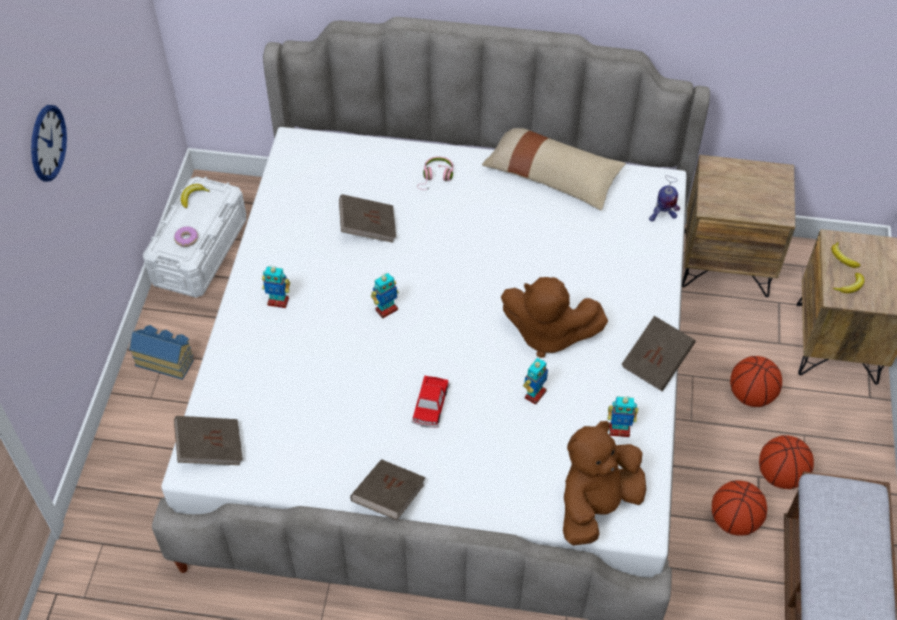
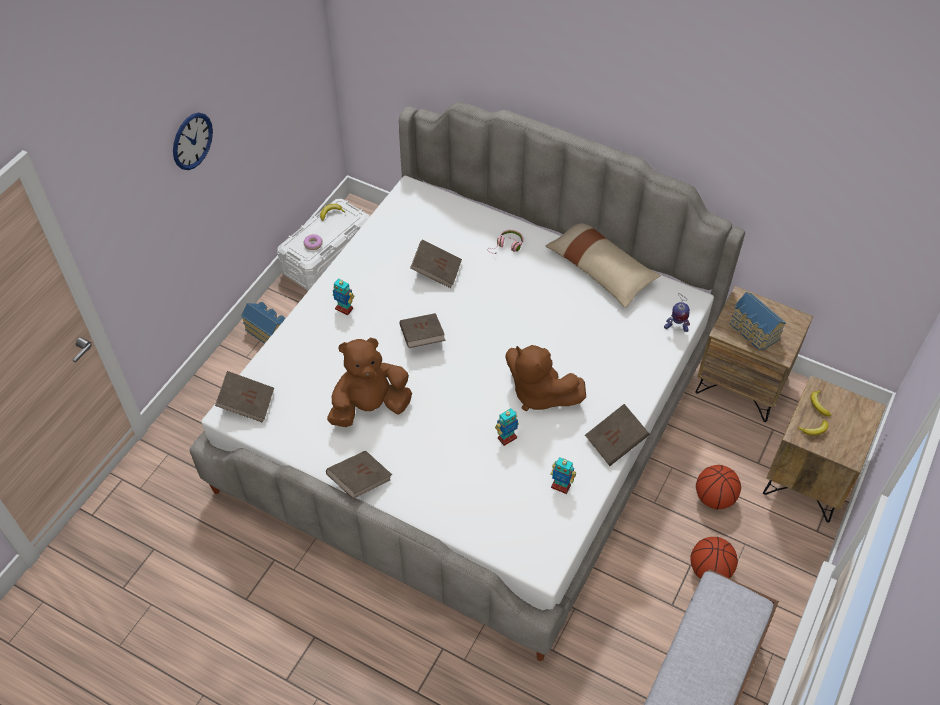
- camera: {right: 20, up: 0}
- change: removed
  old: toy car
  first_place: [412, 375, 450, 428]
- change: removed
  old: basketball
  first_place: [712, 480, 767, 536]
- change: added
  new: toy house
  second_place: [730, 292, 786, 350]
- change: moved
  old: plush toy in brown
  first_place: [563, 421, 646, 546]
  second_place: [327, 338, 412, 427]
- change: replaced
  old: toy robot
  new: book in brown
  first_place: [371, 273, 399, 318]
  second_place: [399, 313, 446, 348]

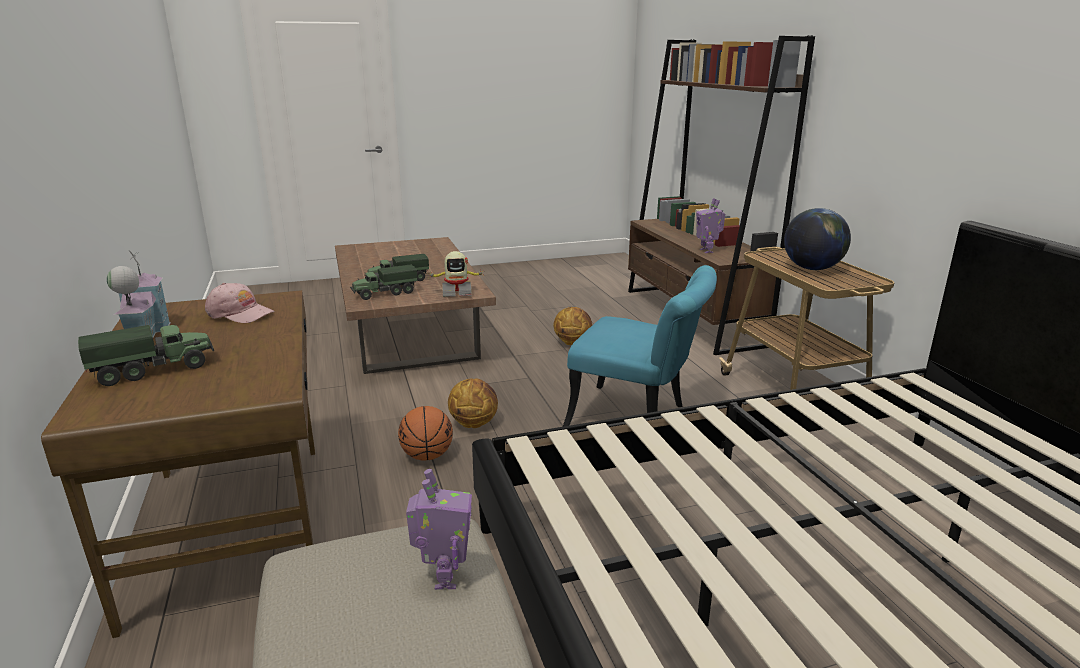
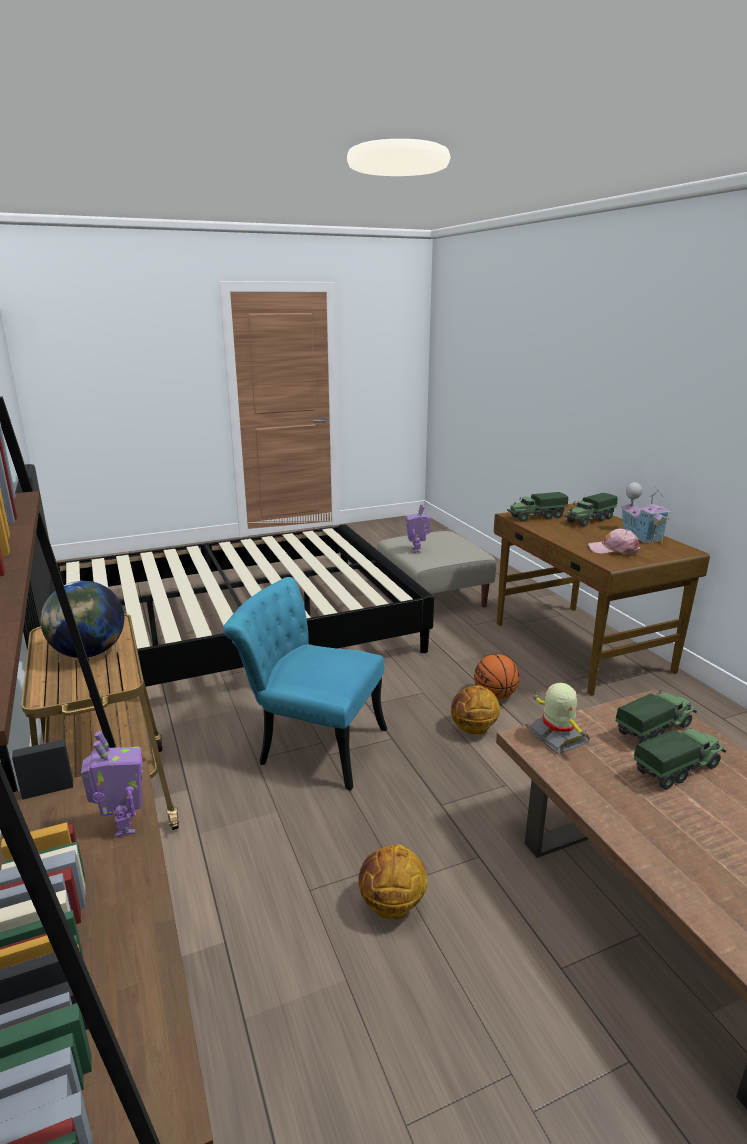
- camera: {right: 175, up: 0}
- change: added
  new: toy truck
  second_place: [507, 492, 568, 522]
- change: turned
  old: toy robot
  first_place: [428, 251, 483, 297]
  second_place: [528, 683, 590, 754]
  degrees: 75

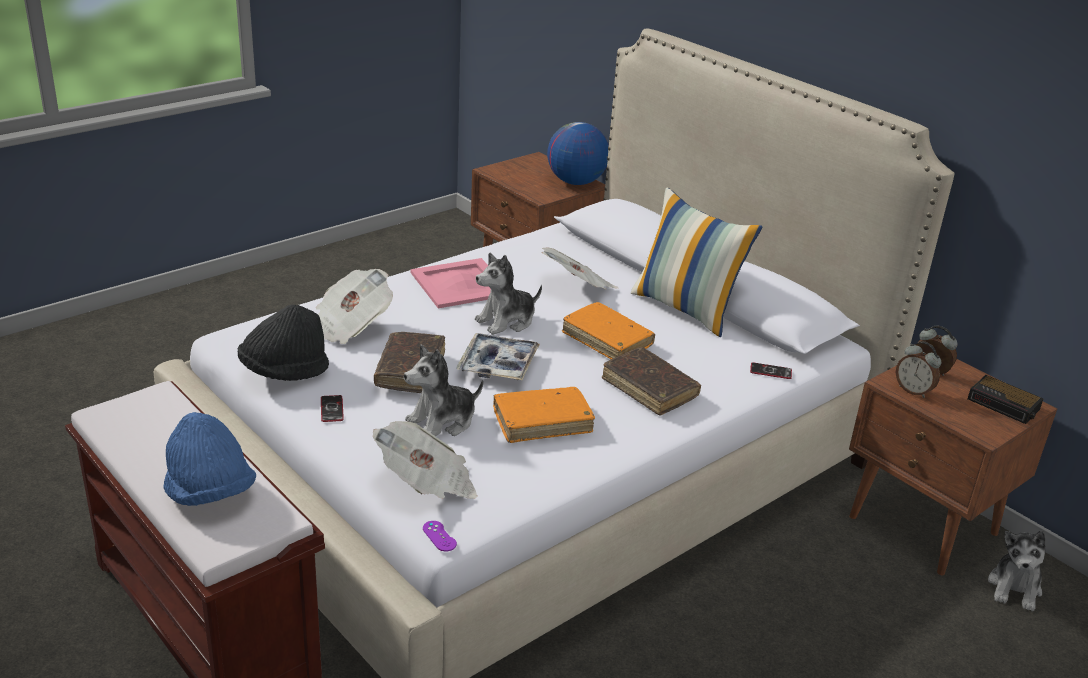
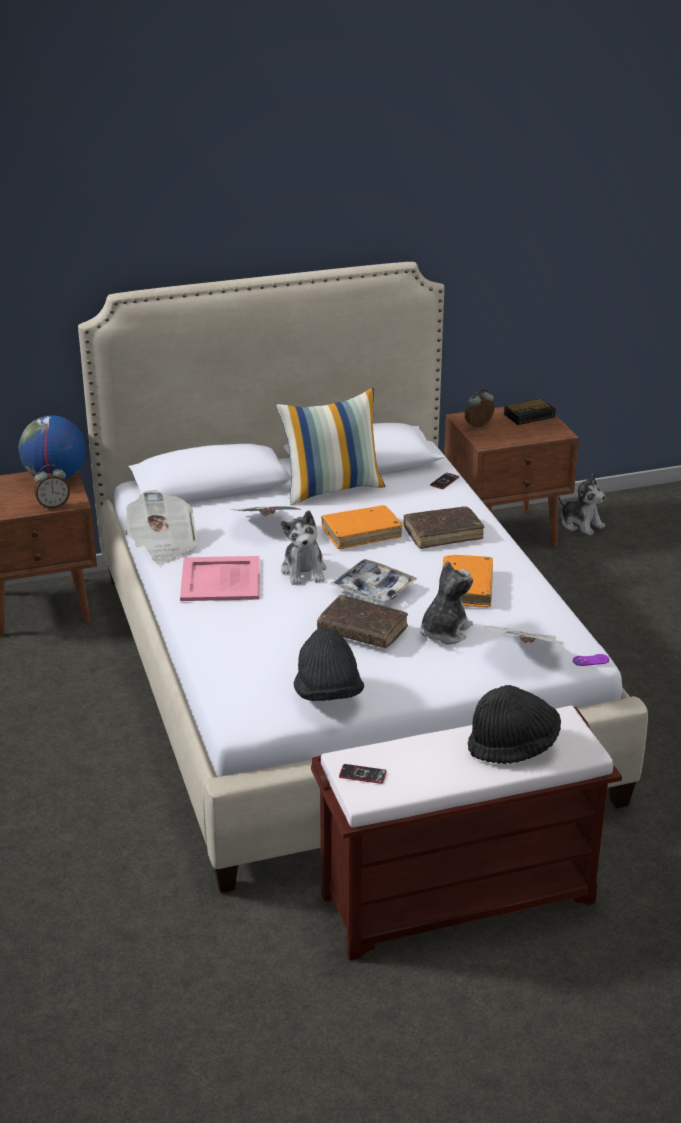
- camera: {right: -65, up: 0}
- change: moved
  old: newspaper
  first_place: [316, 269, 393, 344]
  second_place: [125, 490, 197, 565]
- change: moved
  old: phone
  first_place: [321, 395, 344, 422]
  second_place: [339, 764, 387, 784]
- change: moved
  old: alarm clock
  first_place: [896, 341, 942, 398]
  second_place: [34, 464, 70, 509]
- change: recoloured
  old: hat in blue
  new: hat in black
  first_place: [163, 412, 256, 506]
  second_place: [468, 685, 561, 764]
- change: turned
  old: plush toy
  first_place: [404, 345, 483, 436]
  second_place: [420, 561, 473, 644]
  degrees: -135

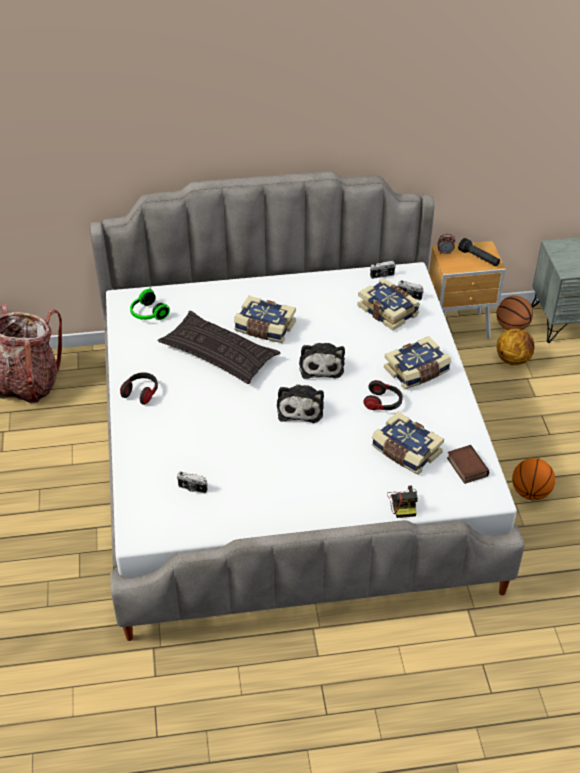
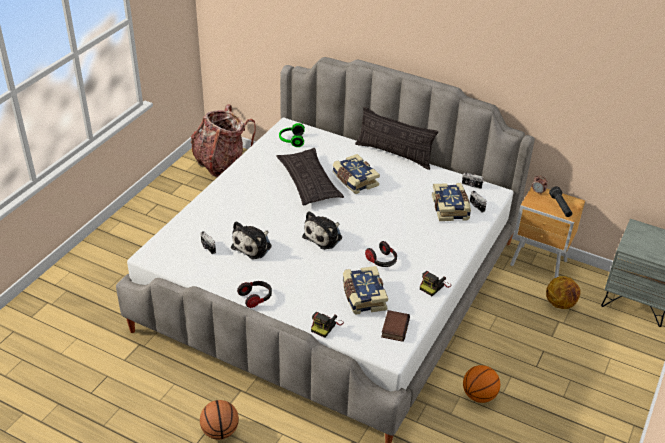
- camera: {right: 35, up: -5}
- change: removed
  old: book
  first_place: [384, 336, 451, 390]
- change: added
  new: pillow
  second_place: [355, 107, 438, 170]
- change: added
  new: photo camera
  second_place: [420, 271, 452, 296]
- change: moved
  old: headphones
  first_place: [120, 372, 158, 405]
  second_place: [237, 281, 272, 308]
- change: moved
  old: plush toy
  first_place: [299, 343, 345, 379]
  second_place: [231, 221, 272, 260]
- change: moved
  old: basketball
  first_place: [496, 296, 533, 330]
  second_place: [200, 400, 239, 440]

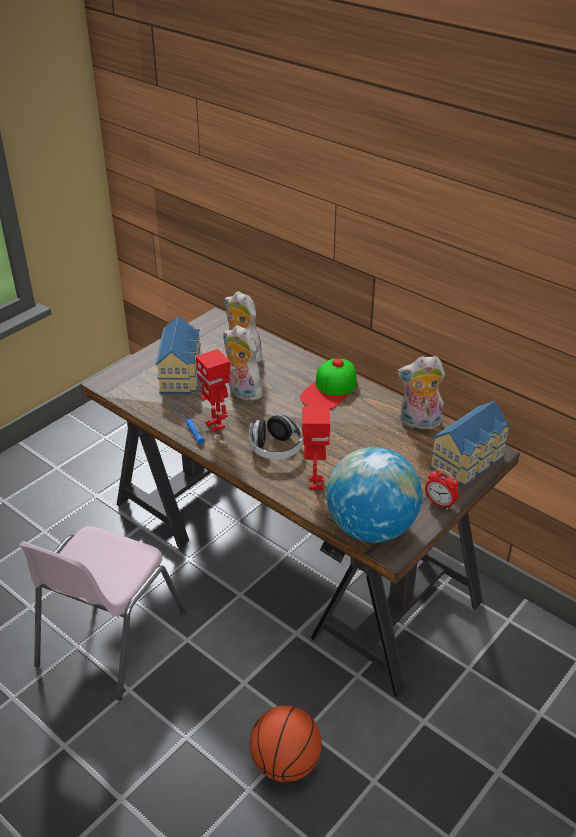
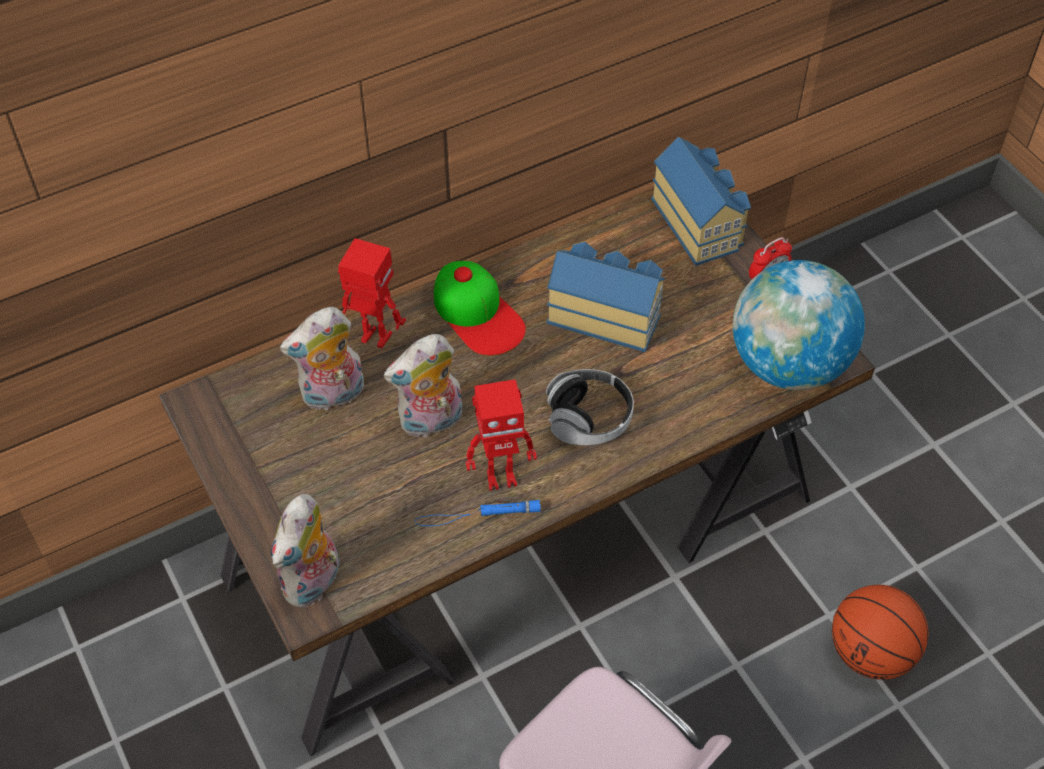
- camera: {right: -70, up: 15}
- change: moved
  old: toy house
  first_place: [156, 316, 201, 394]
  second_place: [547, 242, 665, 352]
- change: moved
  old: toy robot
  first_place: [302, 407, 331, 490]
  second_place: [338, 238, 406, 348]
- change: moved
  old: plush toy
  first_place: [397, 356, 445, 430]
  second_place: [271, 494, 339, 608]

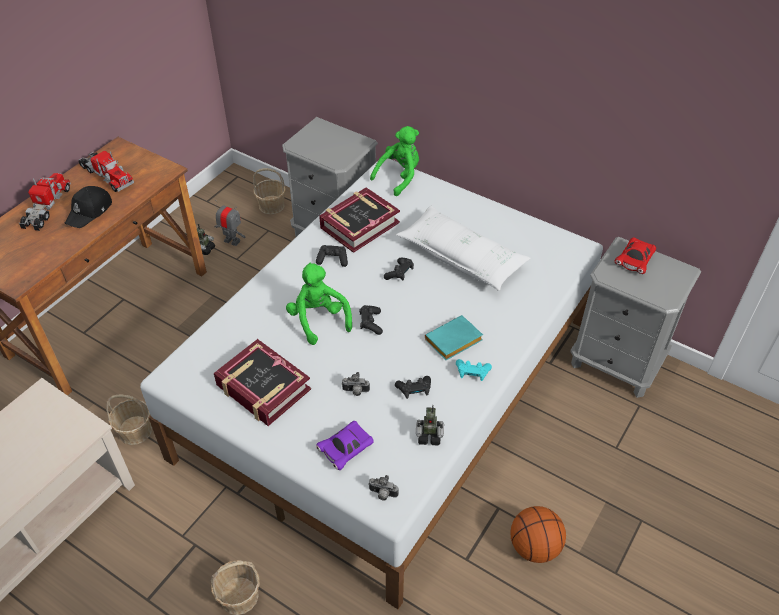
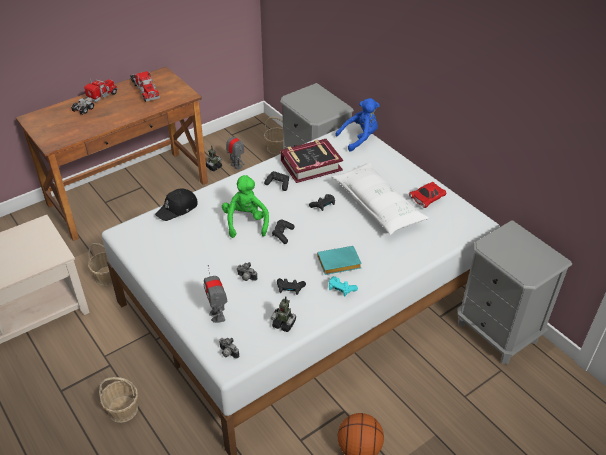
- camera: {right: 20, up: -5}
- change: removed
  old: book
  first_place: [214, 339, 311, 426]
- change: moved
  old: cap in black
  first_place: [65, 186, 112, 228]
  second_place: [155, 188, 197, 221]
- change: moved
  old: toy car in red
  first_place: [615, 237, 656, 274]
  second_place: [409, 182, 446, 208]
- change: replaced
  old: toy car in purple
  new: toy robot
  first_place: [316, 421, 374, 470]
  second_place: [204, 265, 228, 323]
- change: recoloured
  old: plush toy in green
  new: plush toy in blue
  first_place: [370, 126, 419, 196]
  second_place: [335, 98, 380, 152]

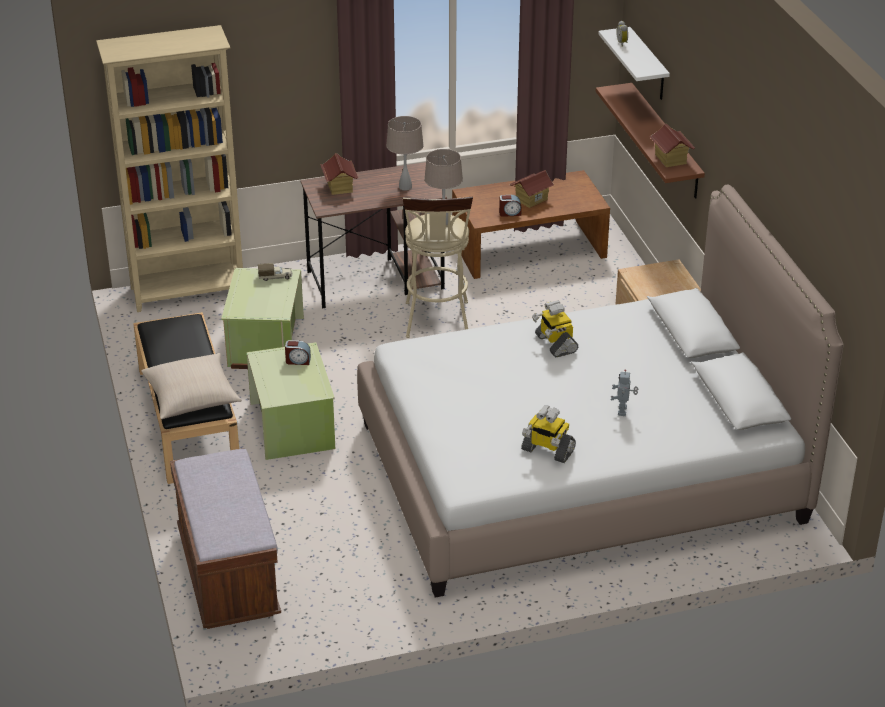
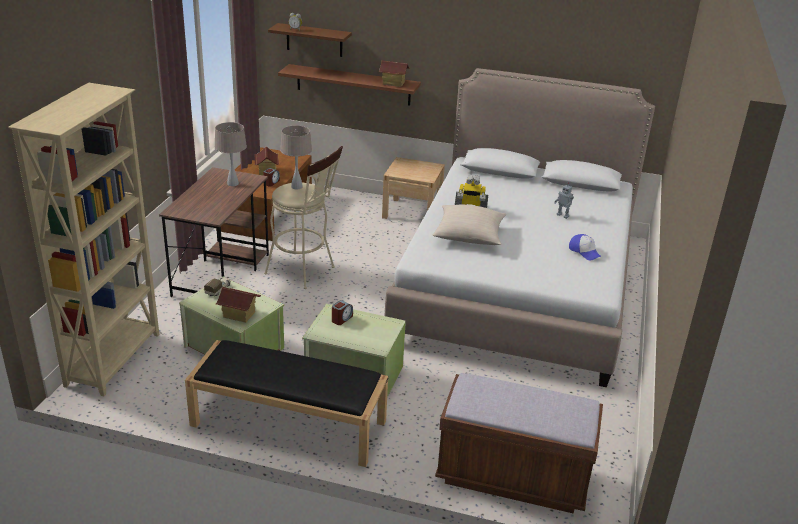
- camera: {right: -60, up: -5}
- change: moved
  old: pillow in beige
  first_place: [141, 353, 242, 419]
  second_place: [432, 204, 506, 245]
- change: moved
  old: toy house
  first_place: [320, 153, 358, 195]
  second_place: [216, 287, 261, 323]
- change: replaced
  old: toy robot
  new: cap
  first_place: [521, 406, 576, 463]
  second_place: [569, 234, 602, 261]
- change: recoloured
  old: shelf in white
  new: shelf in brown
  first_place: [598, 27, 670, 100]
  second_place: [268, 23, 352, 57]

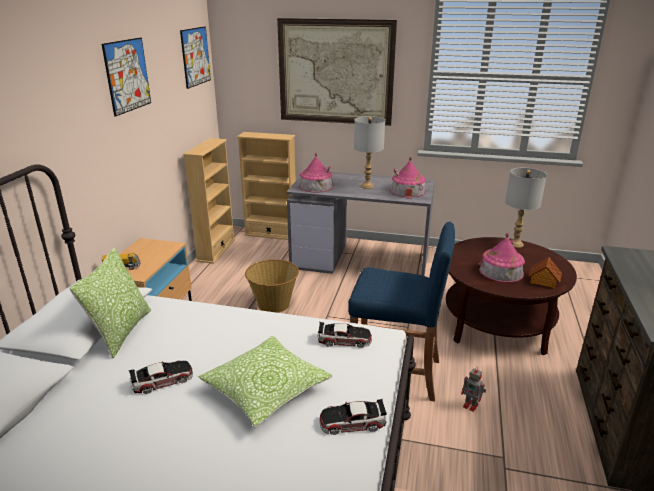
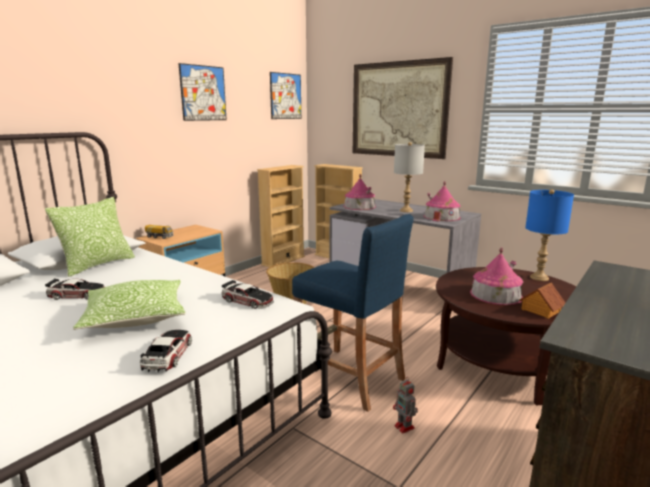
- camera: {right: 25, up: -10}
- change: recoloured
  old: table lamp in grey
  new: table lamp in blue
  first_place: [505, 168, 547, 248]
  second_place: [525, 189, 574, 281]
- change: turned
  old: toy car
  first_place: [320, 399, 387, 435]
  second_place: [140, 330, 192, 372]
  degrees: 75

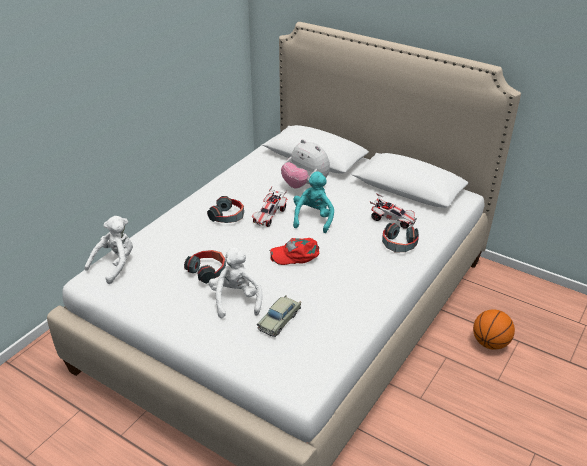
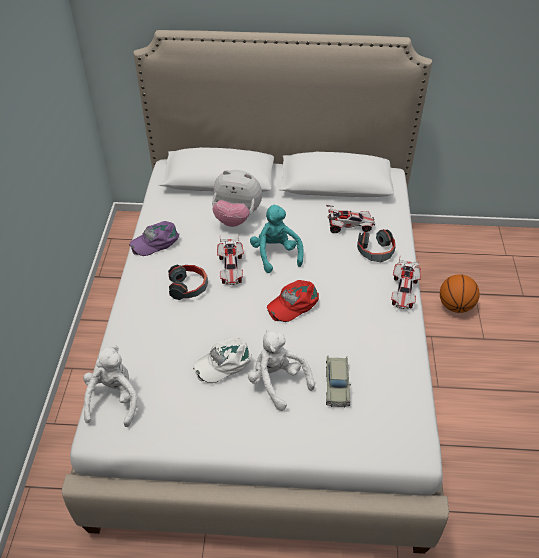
- camera: {right: -30, up: 10}
- change: added
  new: cap in purple
  second_place: [129, 221, 180, 256]
- change: added
  new: toy car
  second_place: [391, 258, 421, 309]
- change: replaced
  old: headphones
  new: cap in white
  first_place: [184, 250, 226, 284]
  second_place: [193, 337, 252, 383]

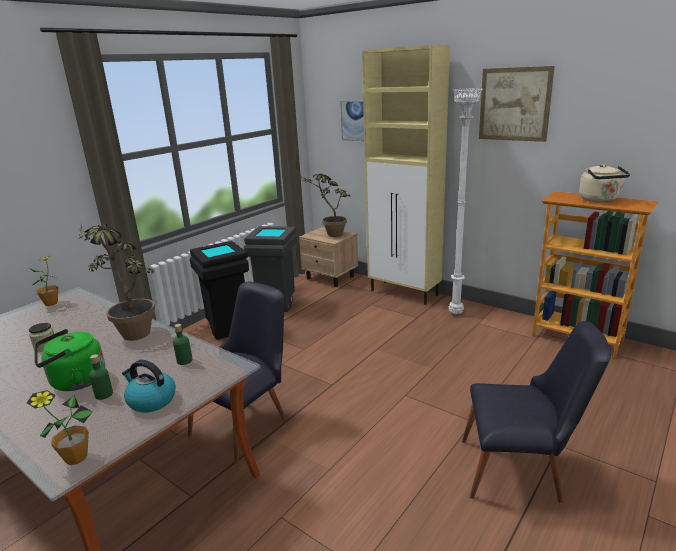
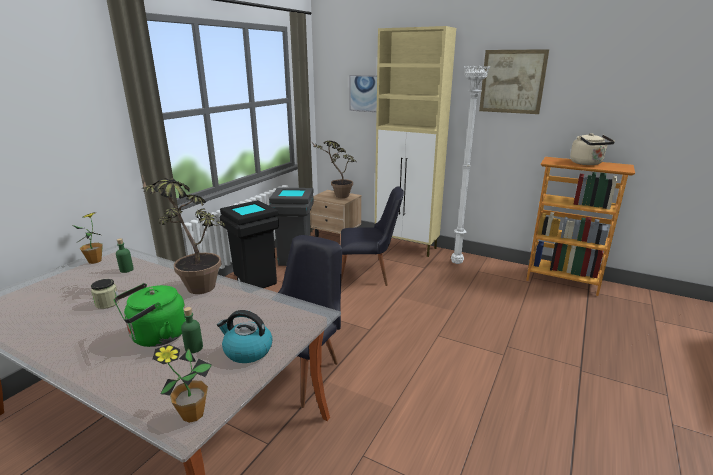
- camera: {right: -10, up: 0}
- change: moved
  old: bottle in green
  first_place: [173, 324, 192, 365]
  second_place: [116, 238, 134, 273]
- change: moved
  old: chair in black
  first_place: [462, 321, 611, 503]
  second_place: [341, 186, 404, 286]

